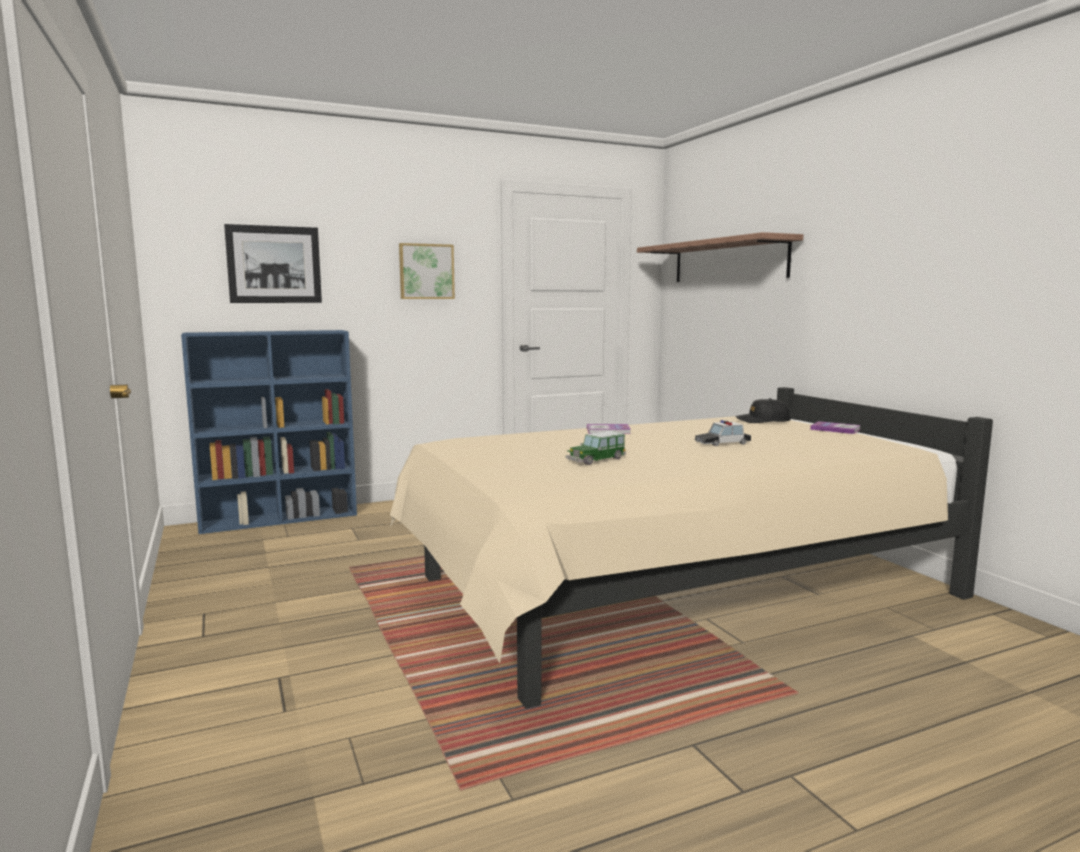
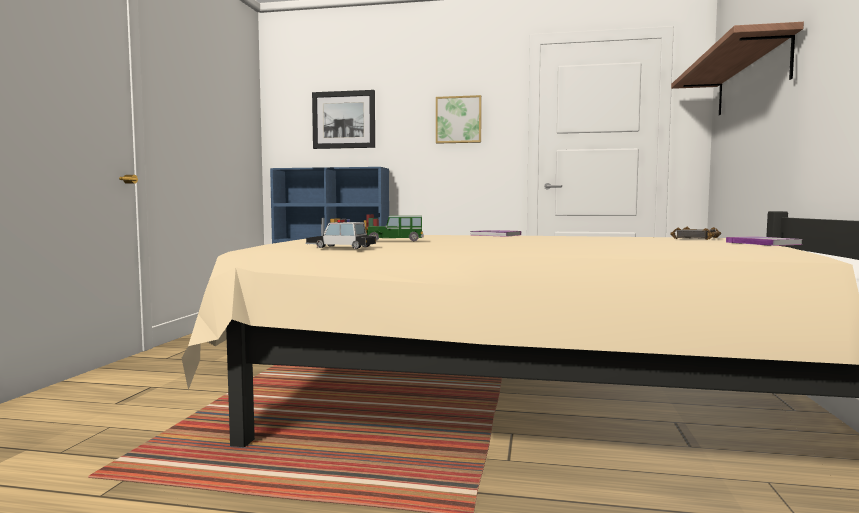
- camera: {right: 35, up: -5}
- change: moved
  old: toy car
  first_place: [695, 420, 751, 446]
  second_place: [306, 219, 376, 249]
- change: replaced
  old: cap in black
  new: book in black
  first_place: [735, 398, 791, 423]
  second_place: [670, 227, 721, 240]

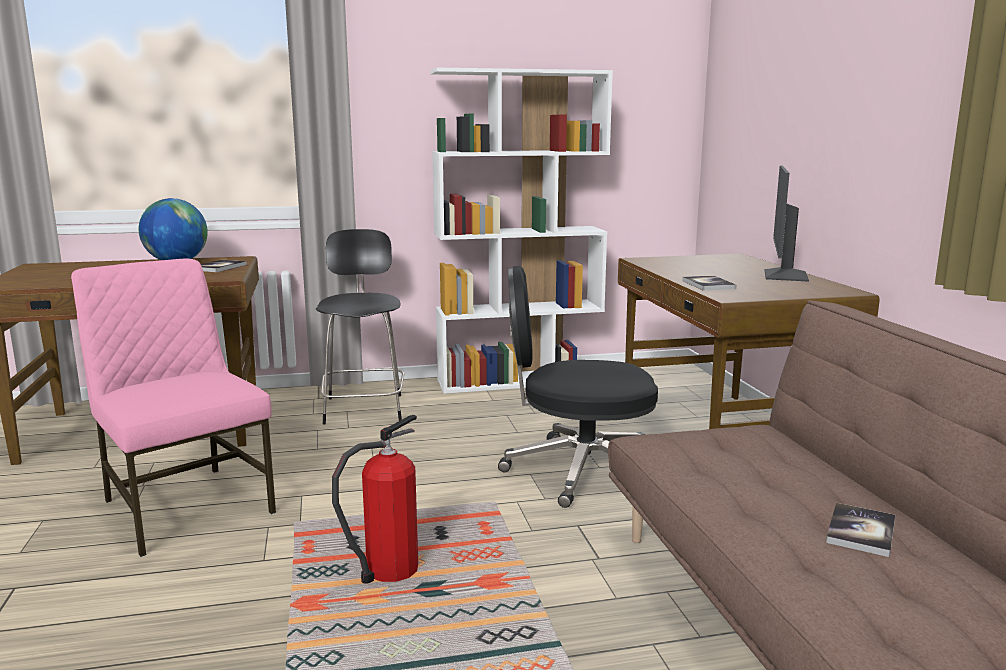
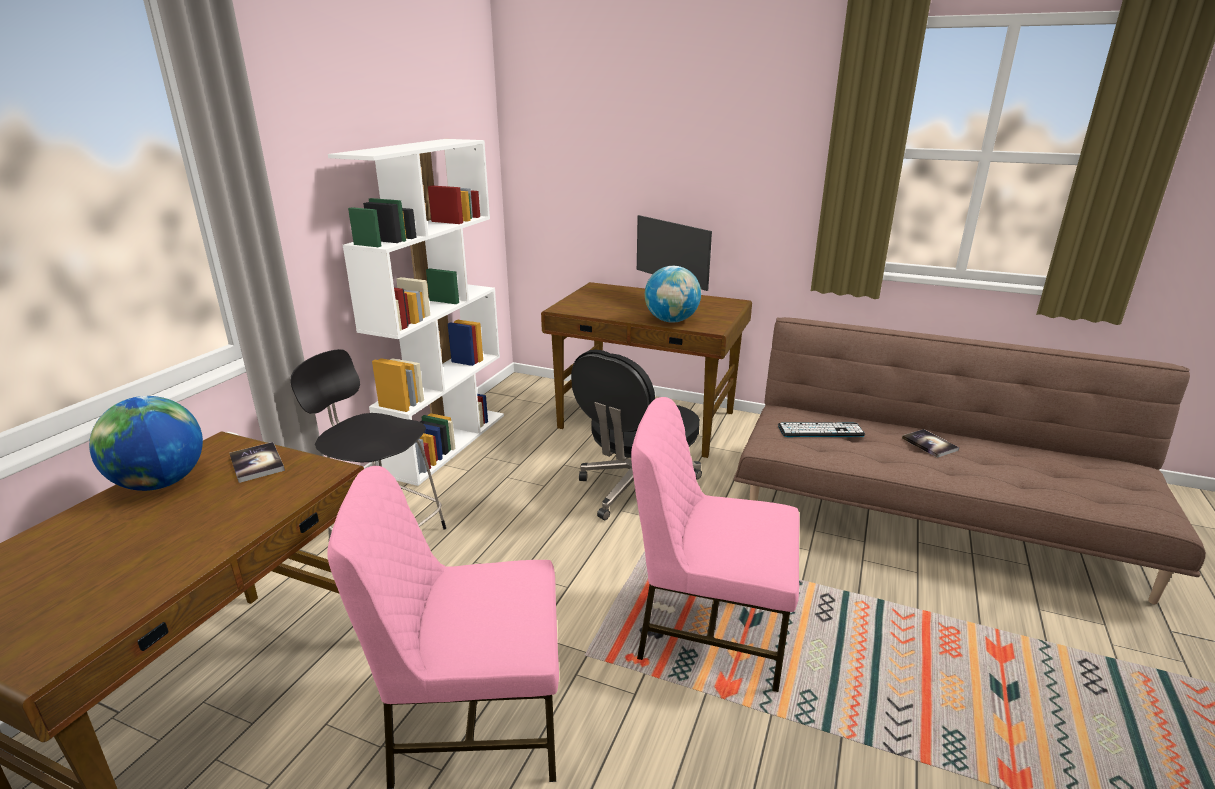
- camera: {right: -55, up: 10}
- change: added
  new: keyboard
  second_place: [778, 423, 865, 437]
- change: replaced
  old: fire extinguisher
  new: chair in pink
  first_place: [332, 415, 418, 583]
  second_place: [631, 397, 800, 692]
- change: replaced
  old: book
  new: globe
  first_place: [682, 276, 736, 290]
  second_place: [645, 266, 701, 323]

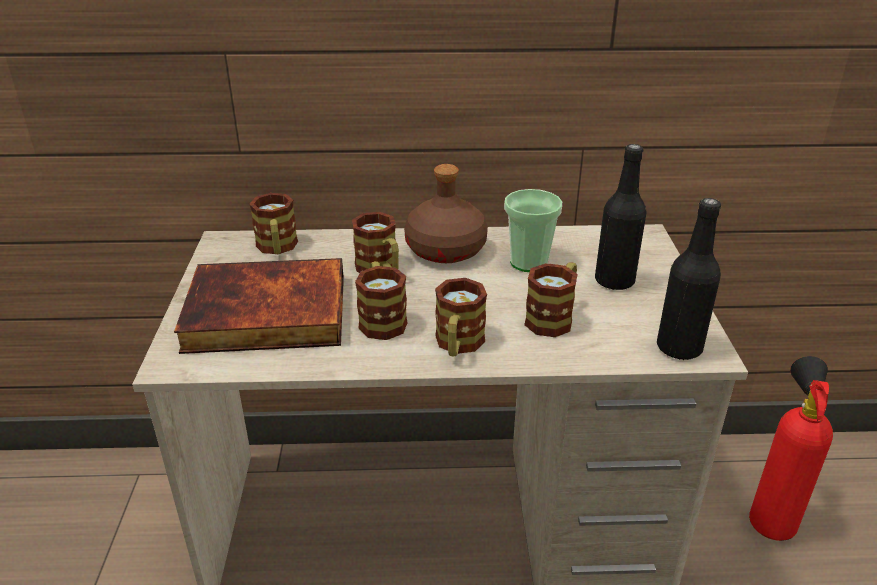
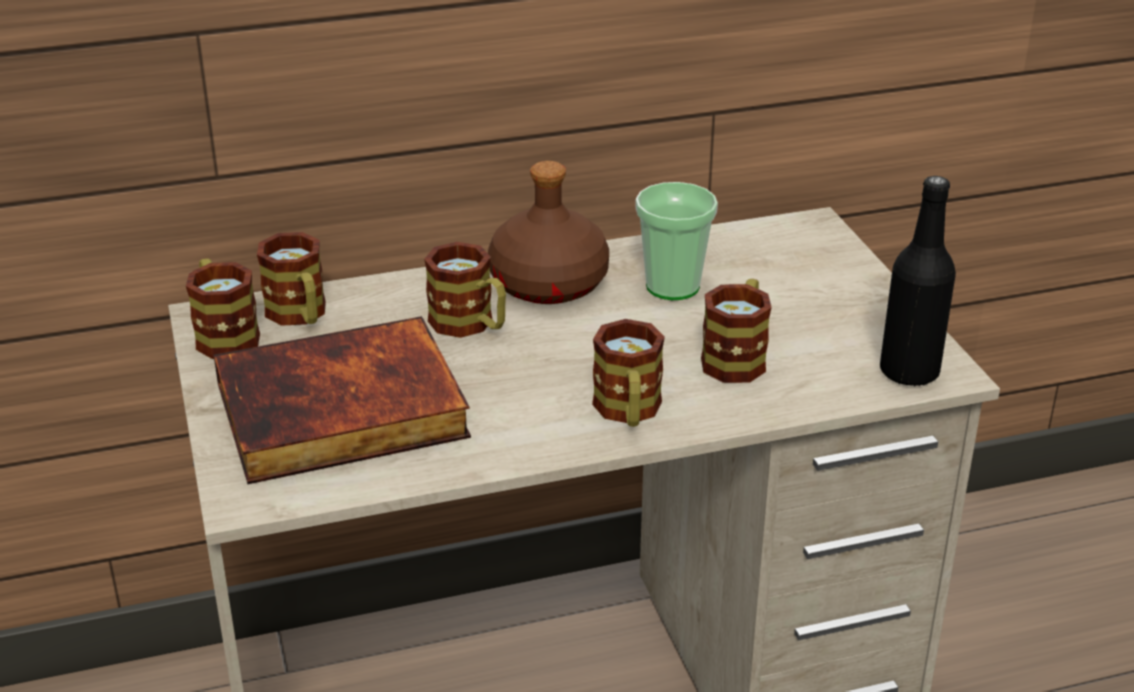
- camera: {right: -15, up: 0}
- change: removed
  old: bottle in black
  first_place: [595, 144, 646, 290]
- change: removed
  old: fire extinguisher
  first_place: [749, 356, 833, 541]
- change: moved
  old: mug
  first_place: [355, 261, 408, 340]
  second_place: [186, 258, 260, 359]

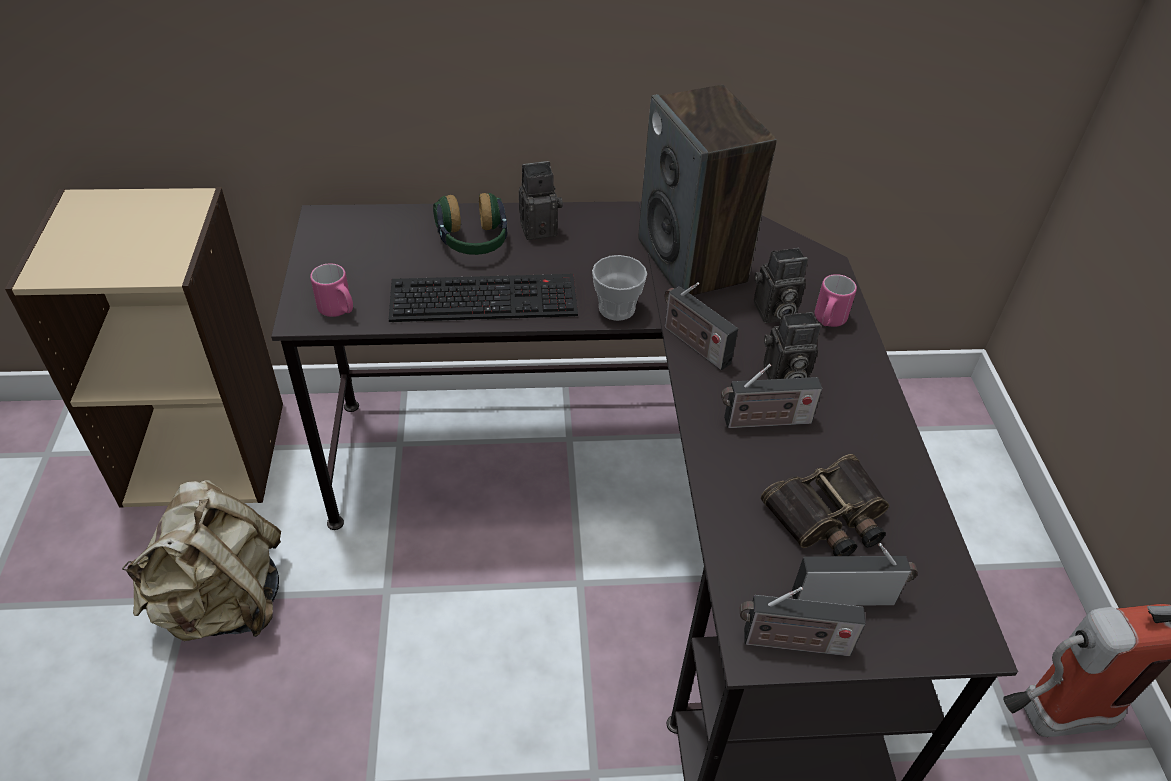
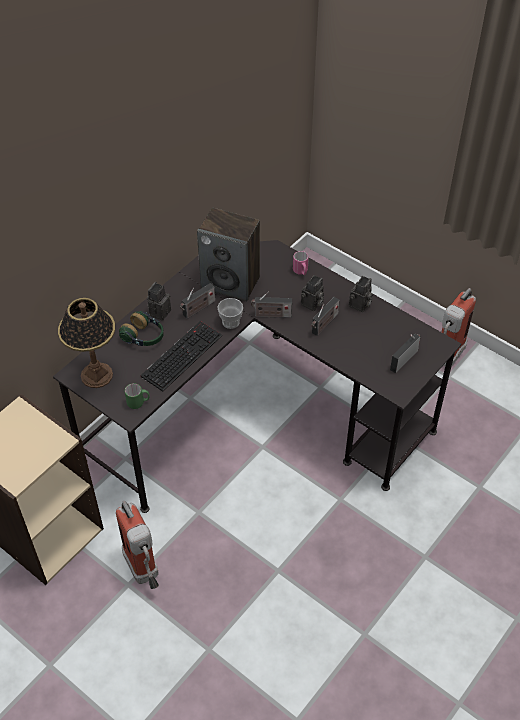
- camera: {right: -45, up: 5}
- change: removed
  old: binoculars
  first_place: [761, 454, 889, 556]
- change: added
  new: table lamp
  second_place: [58, 298, 115, 388]
- change: moved
  old: radio
  first_place: [740, 587, 866, 656]
  second_place: [180, 283, 215, 319]
- change: moved
  old: photo camera
  first_place: [754, 248, 808, 323]
  second_place: [349, 276, 373, 312]
- change: replaced
  old: backpack in beige
  new: fire extinguisher
  first_place: [122, 480, 281, 641]
  second_place: [116, 501, 159, 589]
- change: recoloured
  old: mug in pink
  new: mug in green
  first_place: [310, 263, 353, 317]
  second_place: [125, 383, 150, 409]

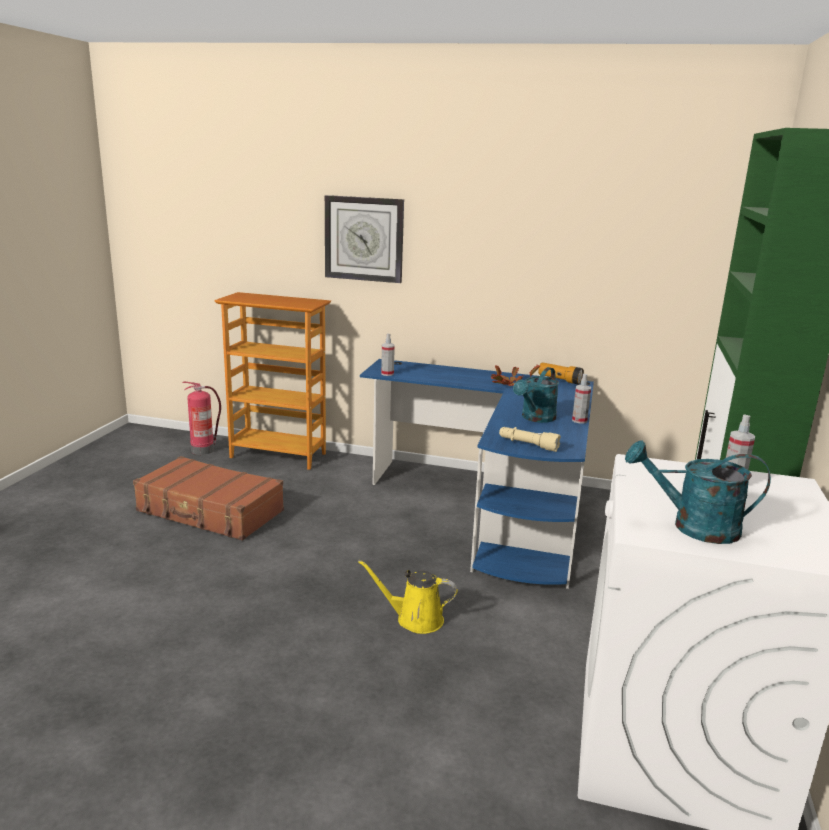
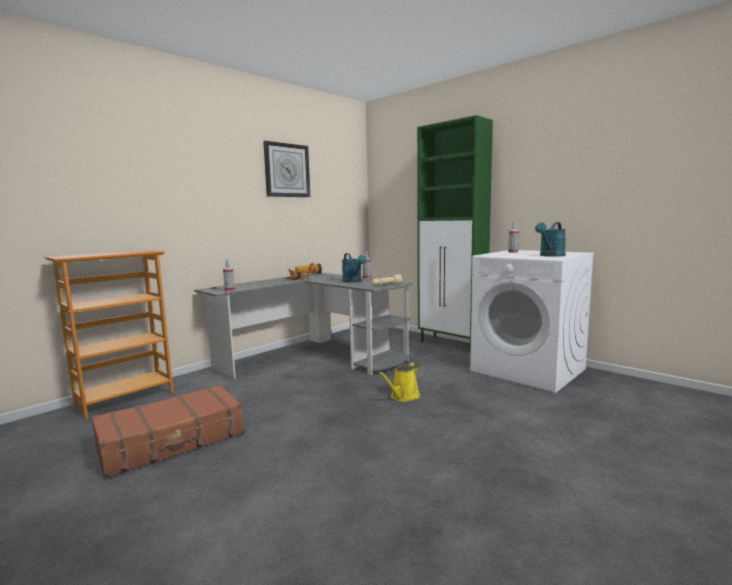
- camera: {right: -60, up: -10}
- change: removed
  old: fire extinguisher
  first_place: [182, 382, 221, 455]
- change: moved
  old: wall clock
  first_place: [325, 195, 404, 283]
  second_place: [263, 141, 310, 197]
- change: recoloured
  old: desk in blue
  new: desk in grey
  first_place: [360, 359, 594, 589]
  second_place: [194, 273, 413, 379]

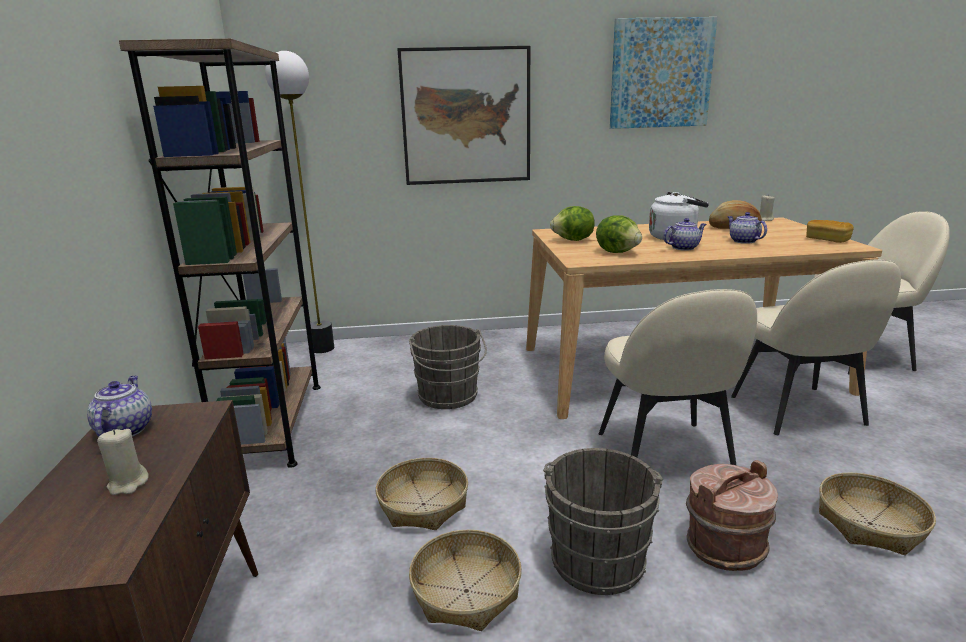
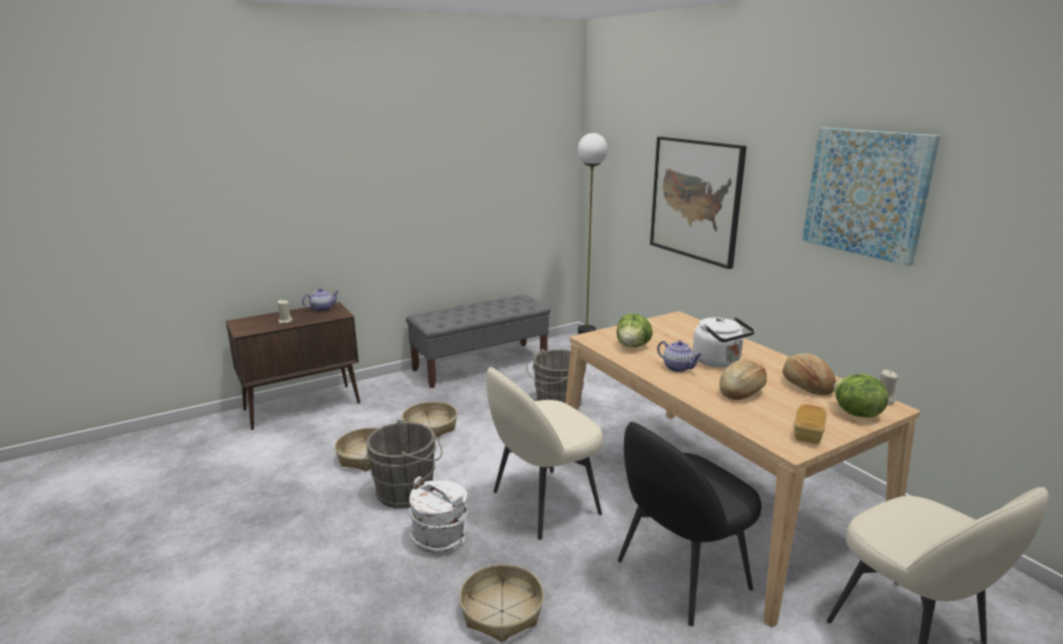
- camera: {right: 65, up: 0}
- change: moved
  old: lettuce
  first_place: [550, 206, 595, 241]
  second_place: [833, 374, 889, 417]
- change: replaced
  old: bookcase in brown
  new: bench in grey
  first_place: [119, 38, 321, 468]
  second_place: [406, 295, 551, 388]
- change: replaced
  old: teapot
  new: bread
  first_place: [727, 212, 767, 244]
  second_place: [719, 359, 767, 400]
- change: recoloured
  old: bucket in brown
  new: bucket in white
  first_place: [686, 460, 778, 571]
  second_place: [409, 476, 468, 554]
- change: recoloured
  old: chair in beige
  new: chair in black
  first_place: [731, 260, 901, 435]
  second_place: [618, 422, 762, 626]

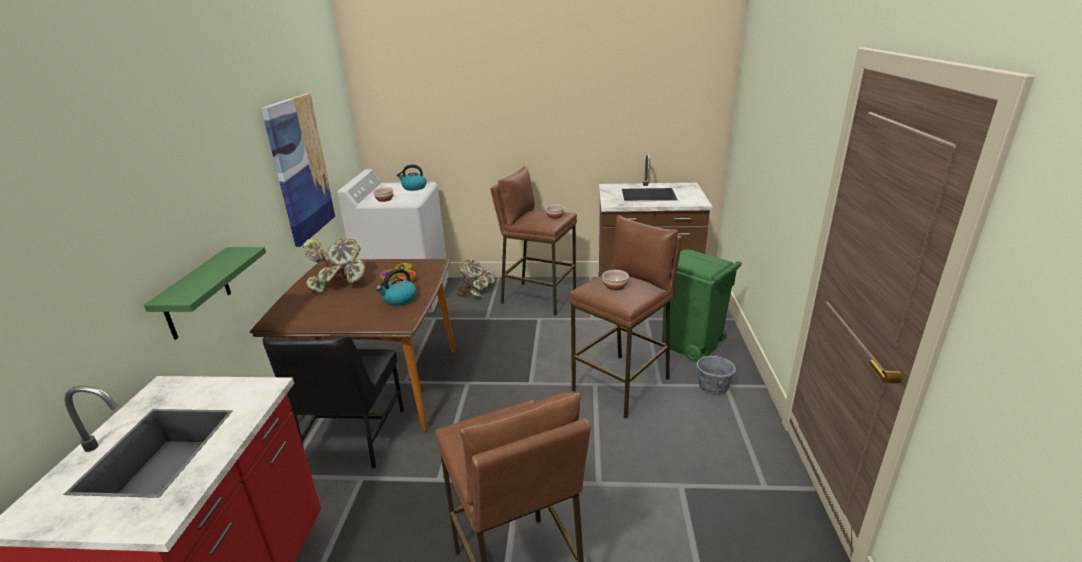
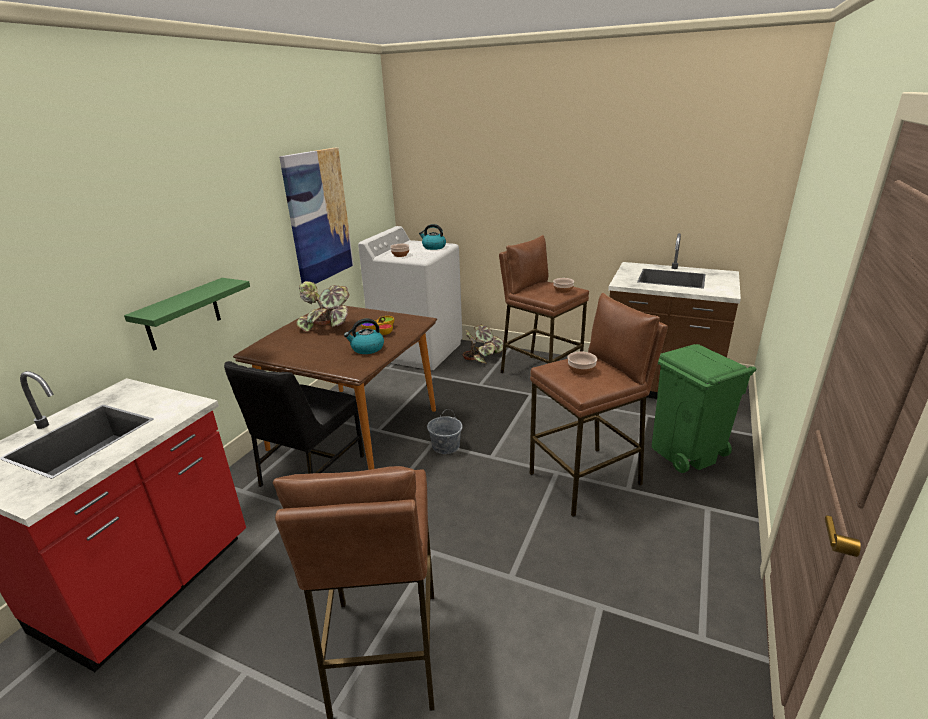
- camera: {right: 20, up: 0}
- change: moved
  old: bucket in grey
  first_place: [697, 348, 736, 395]
  second_place: [427, 409, 463, 454]

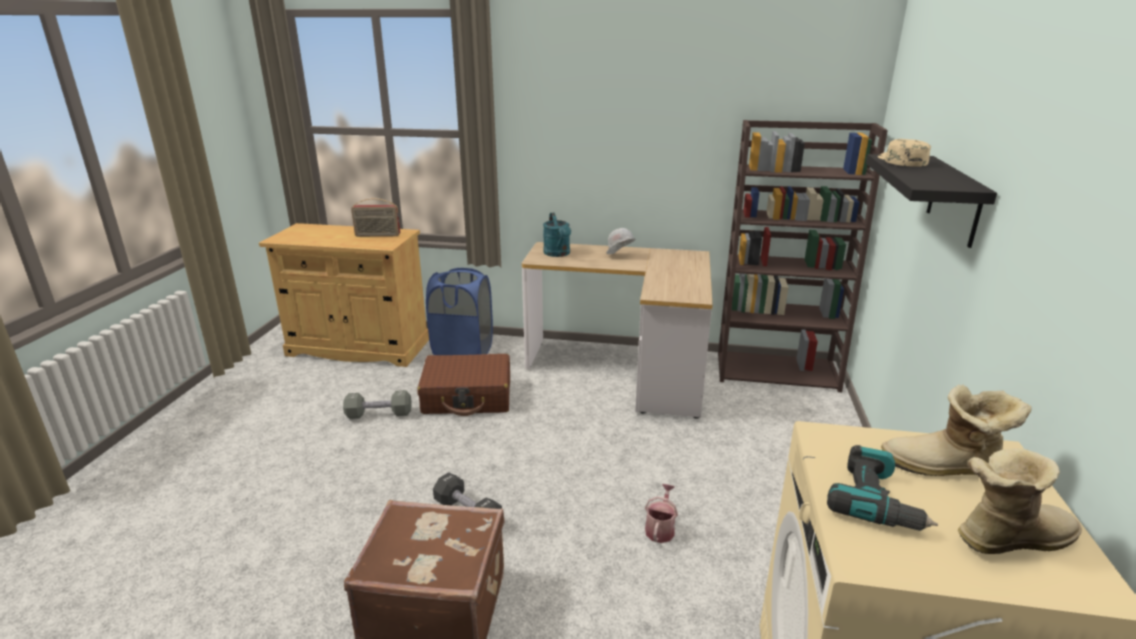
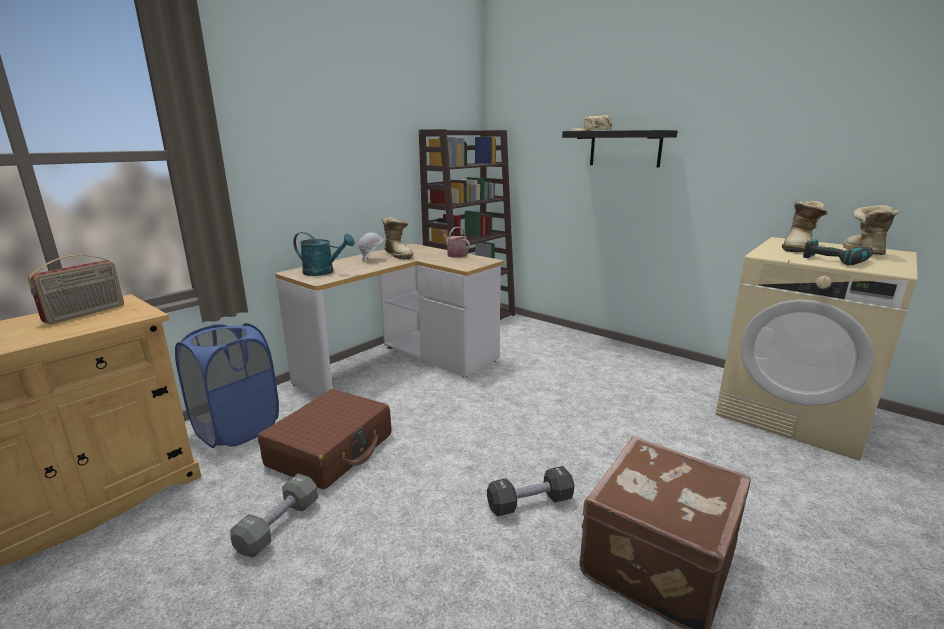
- camera: {right: -60, up: -5}
- change: added
  new: boot
  second_place: [382, 217, 413, 260]
- change: moved
  old: watering can
  first_place: [645, 484, 678, 543]
  second_place: [439, 227, 470, 258]

